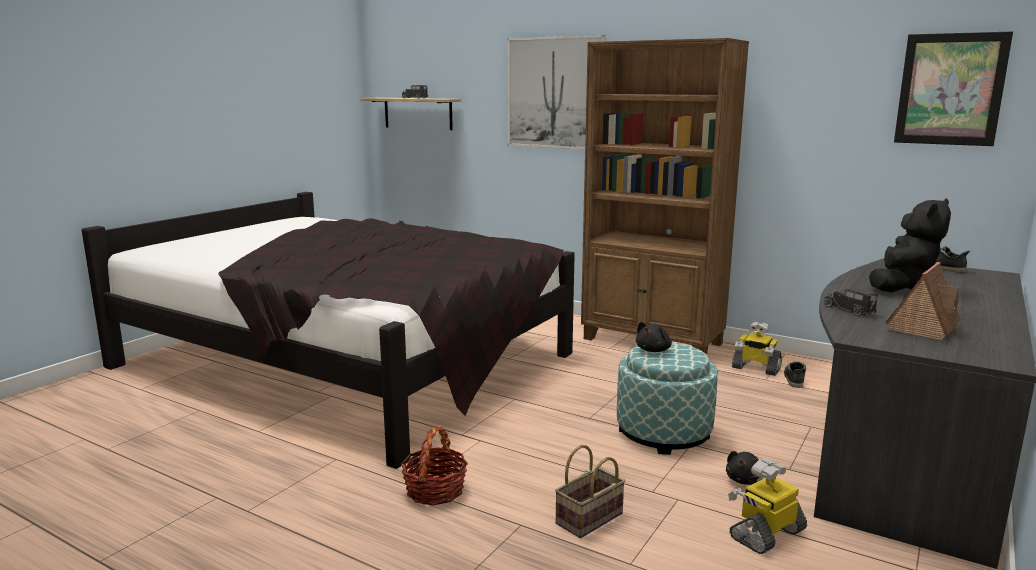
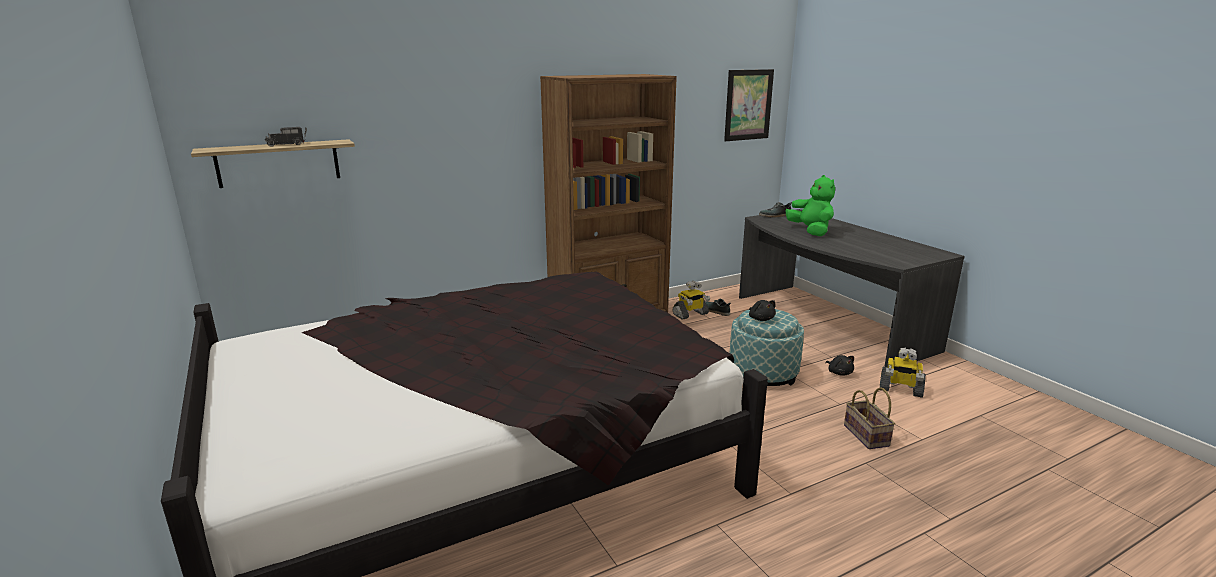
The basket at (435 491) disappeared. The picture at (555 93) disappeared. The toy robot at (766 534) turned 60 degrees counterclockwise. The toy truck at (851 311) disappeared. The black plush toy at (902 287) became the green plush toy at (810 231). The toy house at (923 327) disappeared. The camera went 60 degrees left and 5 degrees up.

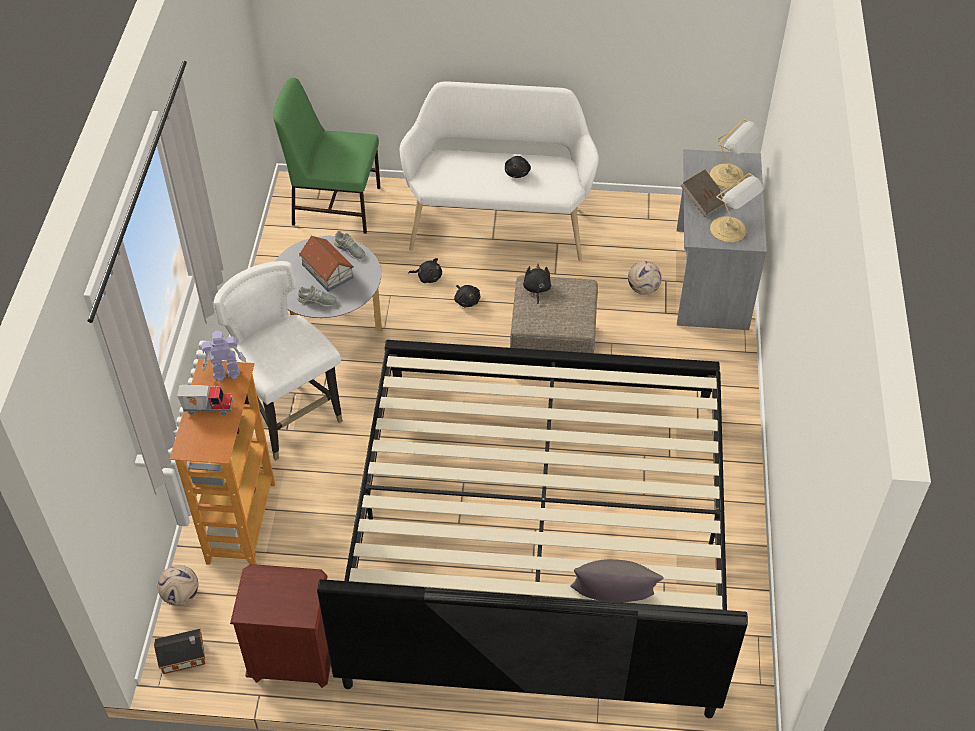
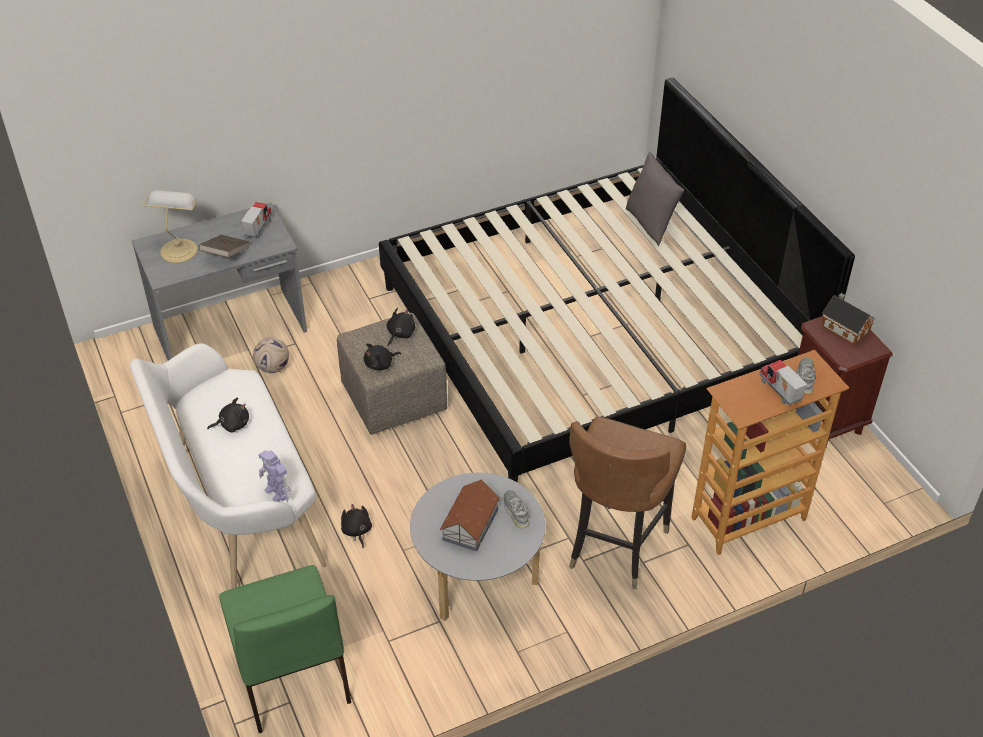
The toy house moved from (184 657) to (844 328). The football at (181 595) disappeared. The toy robot moved from (226 373) to (278 492). The white chair at (291 419) became the brown chair at (615 545). The grey shoe moved from (349 249) to (805 378). The black plush toy moved from (467 300) to (400 334). The table lamp at (730 230) was replaced by the toy truck at (257 228). The camera went 120 degrees left and 5 degrees down.

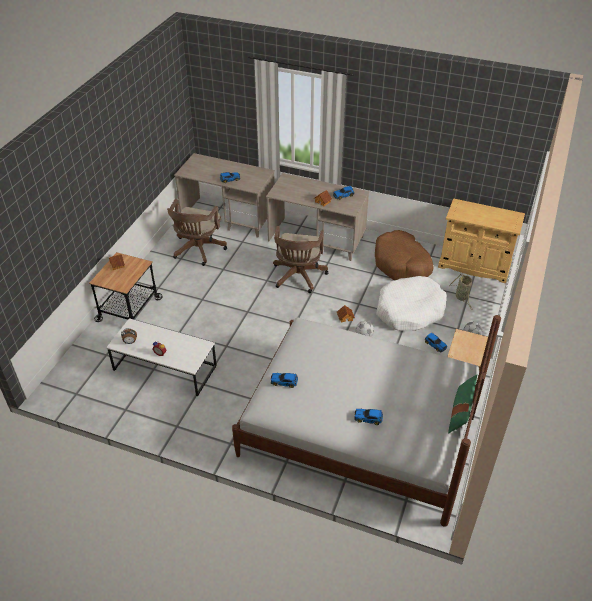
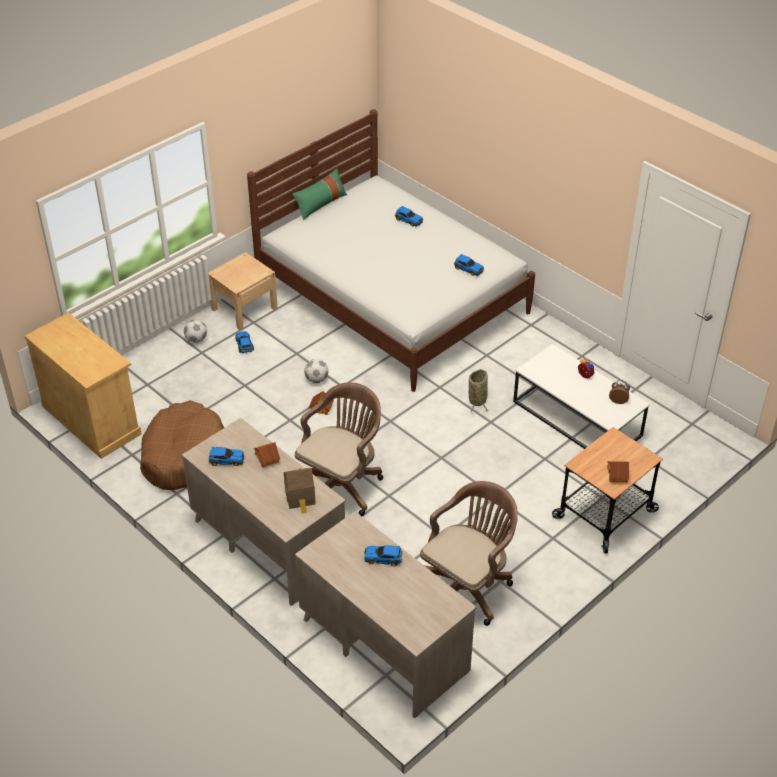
The white dog bed at (409 311) disappeared. The basket moved from (462 297) to (478 399). The toy house at (300 498) appeared. The camera went 155 degrees left and 0 degrees up.

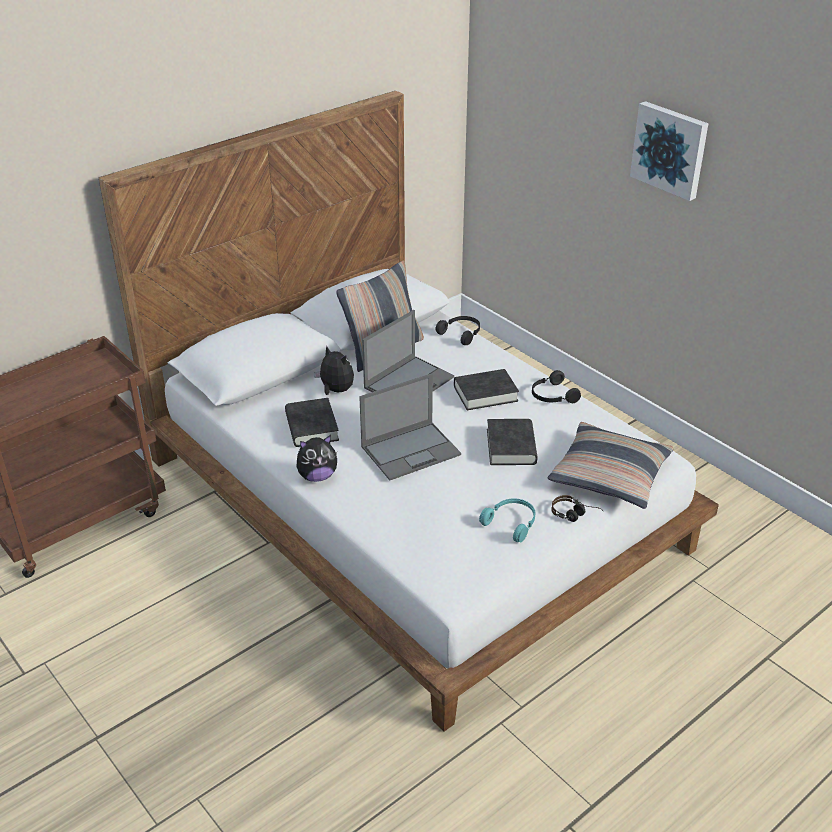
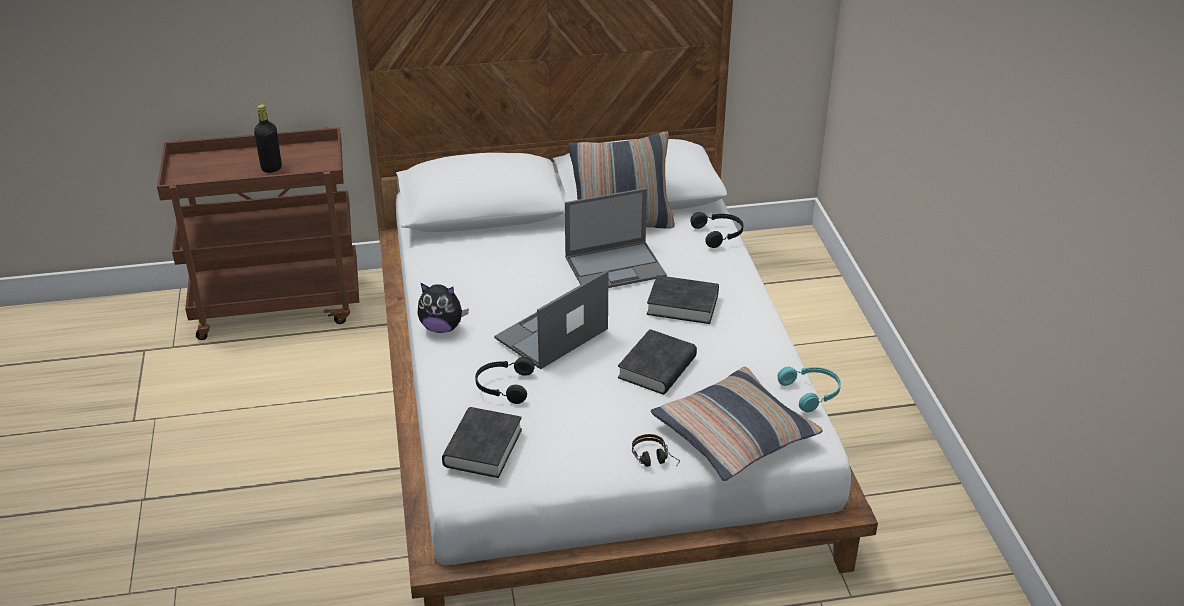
The black book moved from (311 427) to (483 448). The plush toy at (335 390) disappeared. The laptop at (411 450) turned 135 degrees clockwise. The turquoise headphones moved from (511 523) to (812 392). The black headphones moved from (552 396) to (503 386). The picture at (670 149) disappeared. The black bottle at (271 168) appeared. The camera went 30 degrees right and 0 degrees up.

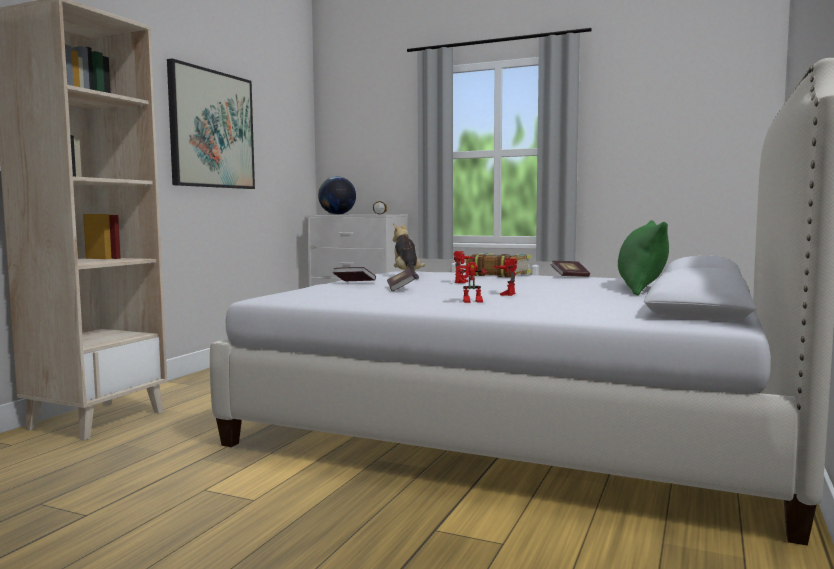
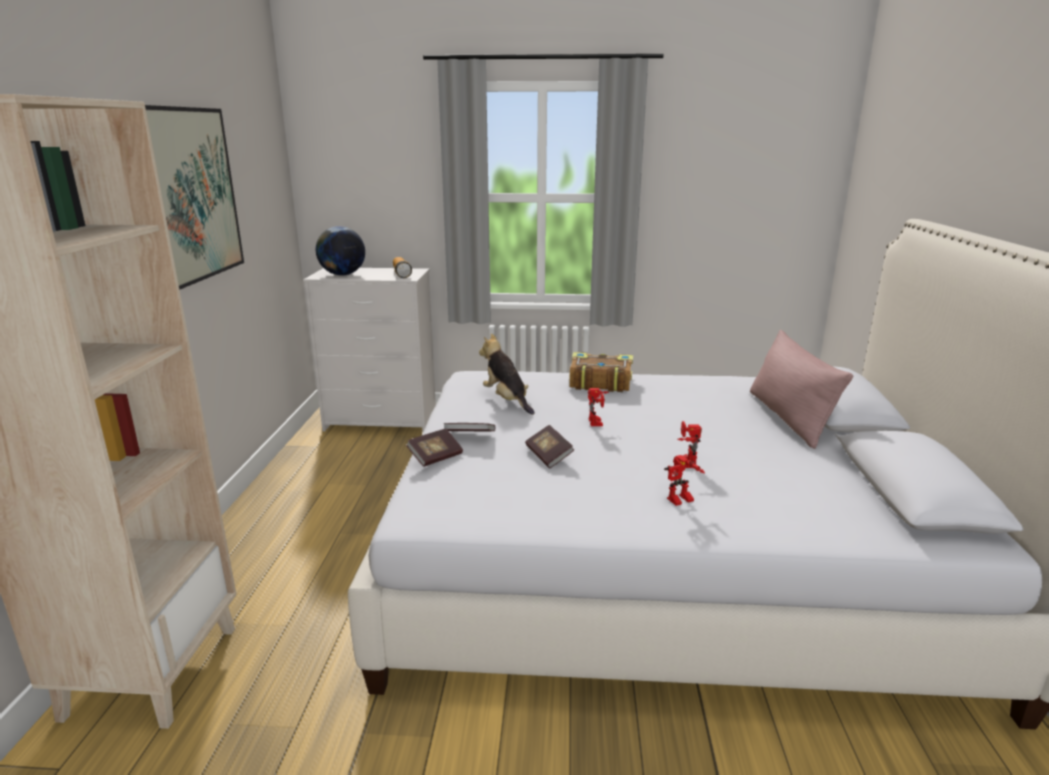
The book moved from (570 276) to (435 457). The green pillow at (641 288) became the pink pillow at (788 417). The camera went 20 degrees left and 15 degrees up.

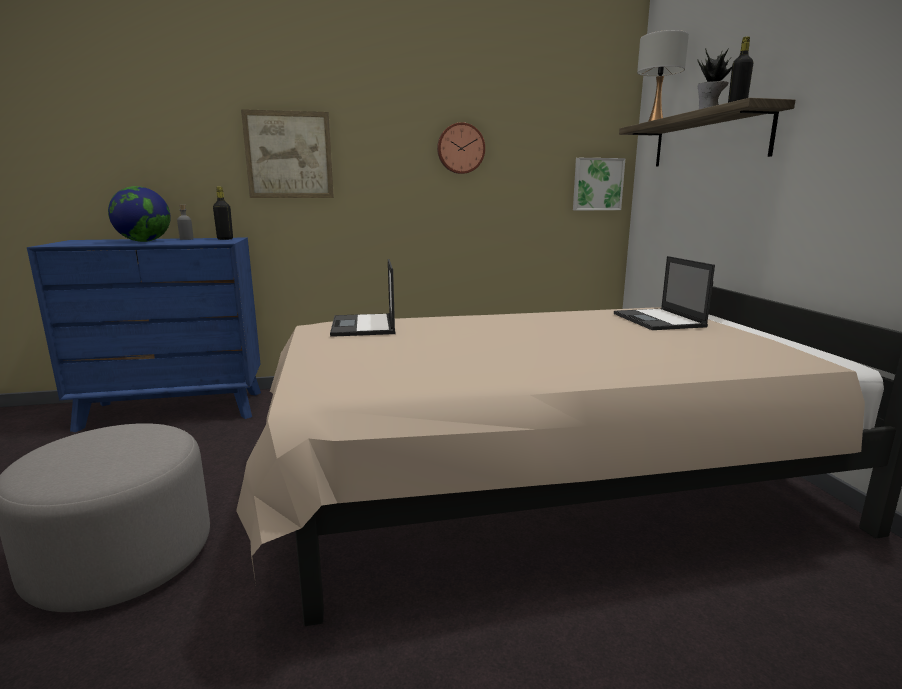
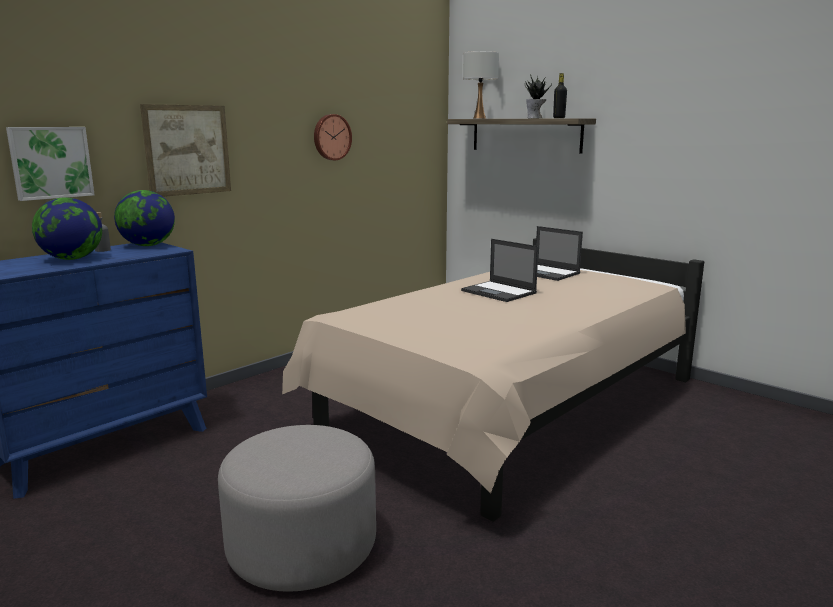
The black bottle at (225 239) was replaced by the globe at (148 245). The laptop moved from (363 326) to (499 292). The picture moved from (597 184) to (50 162). The camera went 35 degrees left and 0 degrees up.

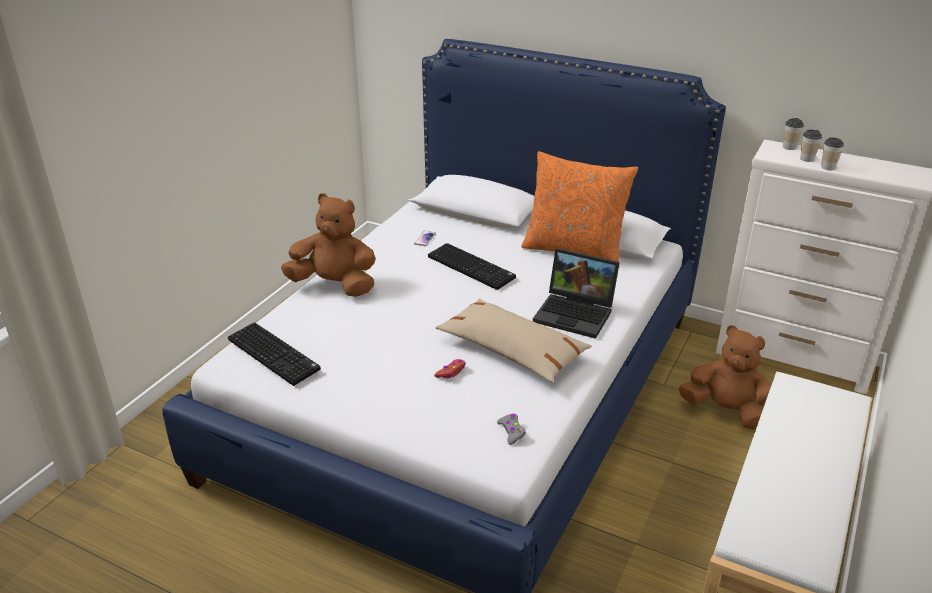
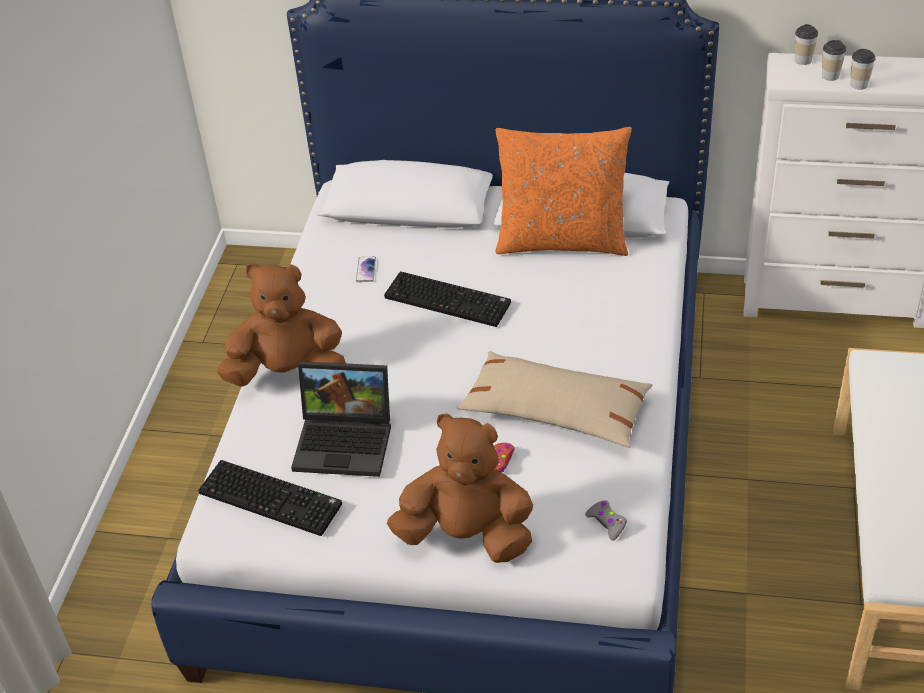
The laptop moved from (576 313) to (347 441). The brown plush toy moved from (726 411) to (467 535). The camera went 15 degrees left and 10 degrees up.

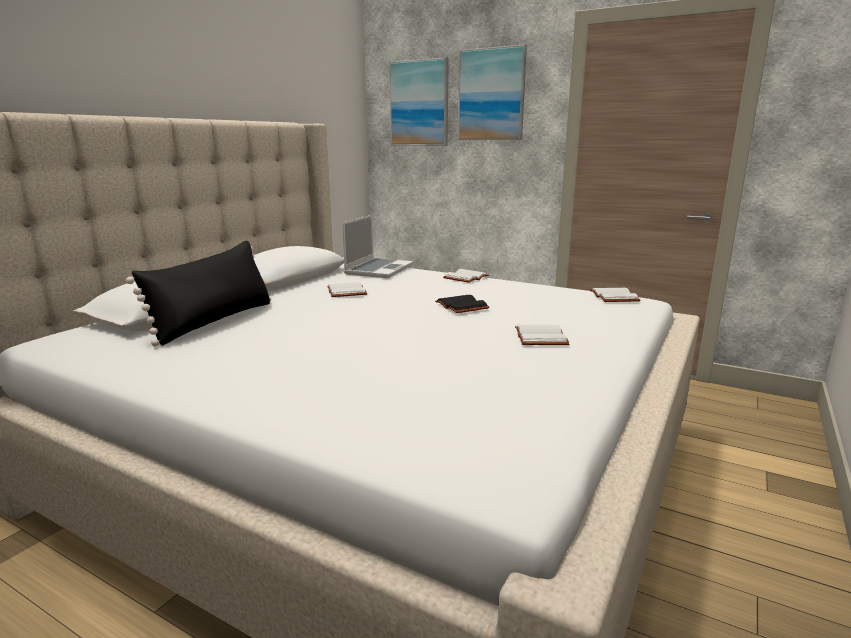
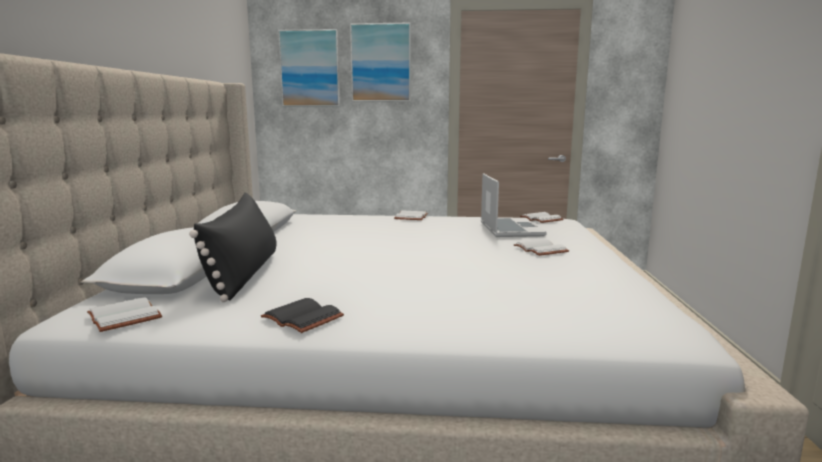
The white book moved from (348 292) to (127 316). The laptop moved from (379 269) to (509 229). The black book moved from (460 306) to (300 318). The camera went 25 degrees left and 5 degrees down.

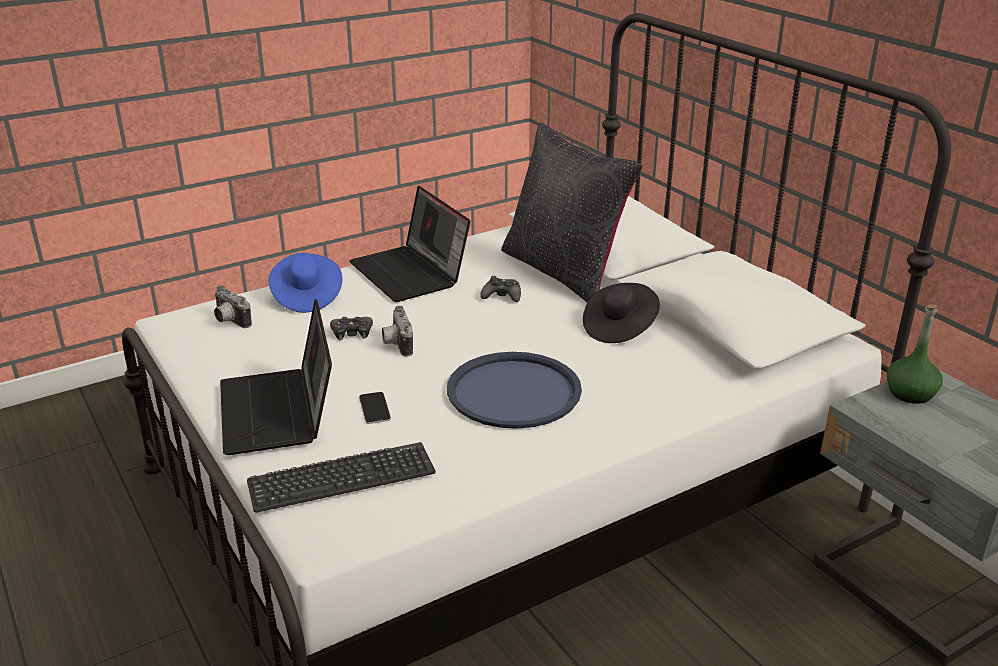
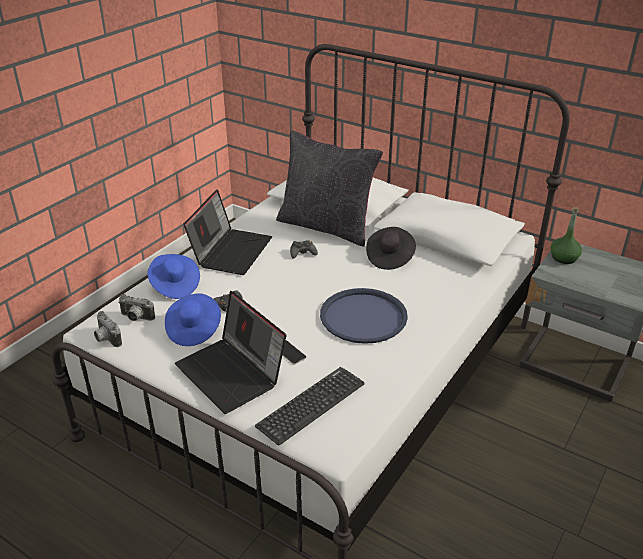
The laptop at (411 273) turned 105 degrees counterclockwise. The photo camera moved from (396 344) to (106 339). The blue hat at (193 330) appeared. The camera went 25 degrees left and 5 degrees up.

